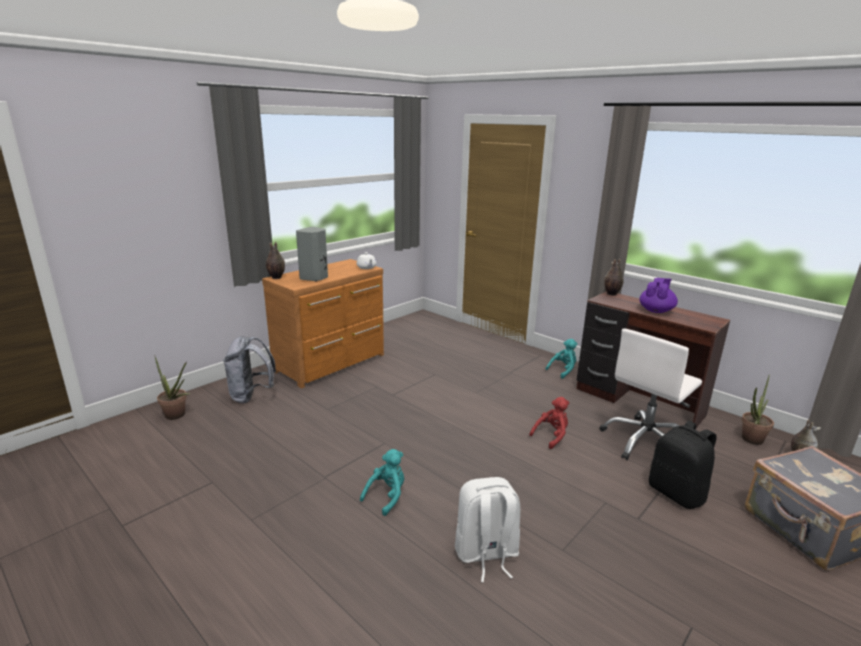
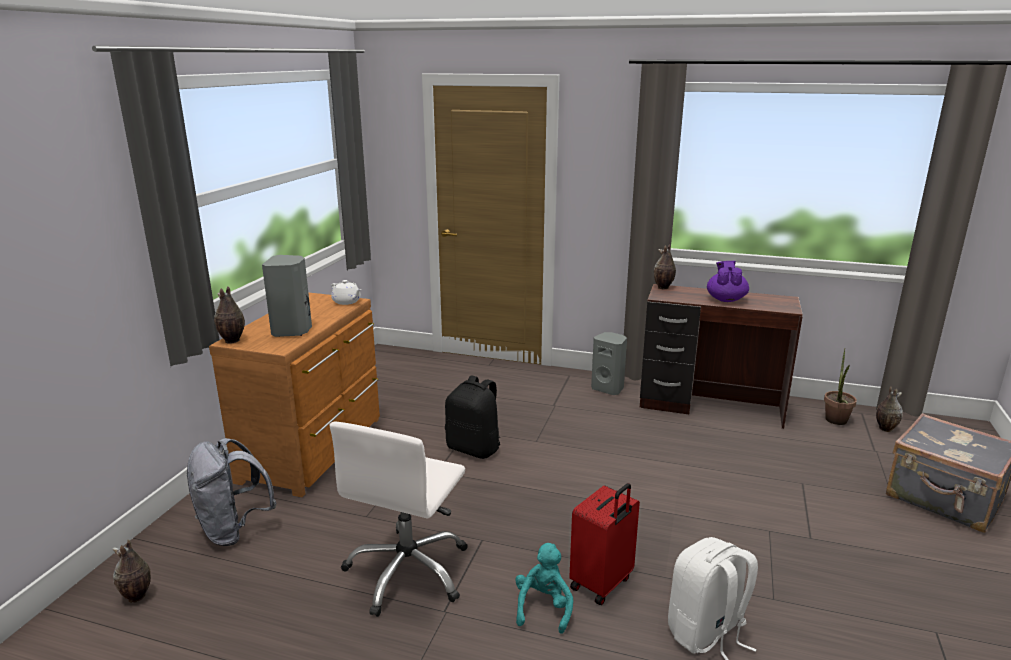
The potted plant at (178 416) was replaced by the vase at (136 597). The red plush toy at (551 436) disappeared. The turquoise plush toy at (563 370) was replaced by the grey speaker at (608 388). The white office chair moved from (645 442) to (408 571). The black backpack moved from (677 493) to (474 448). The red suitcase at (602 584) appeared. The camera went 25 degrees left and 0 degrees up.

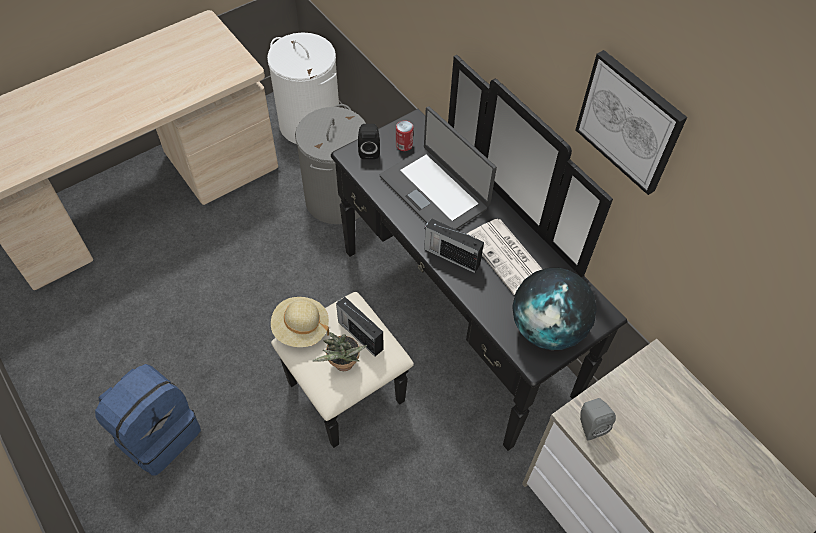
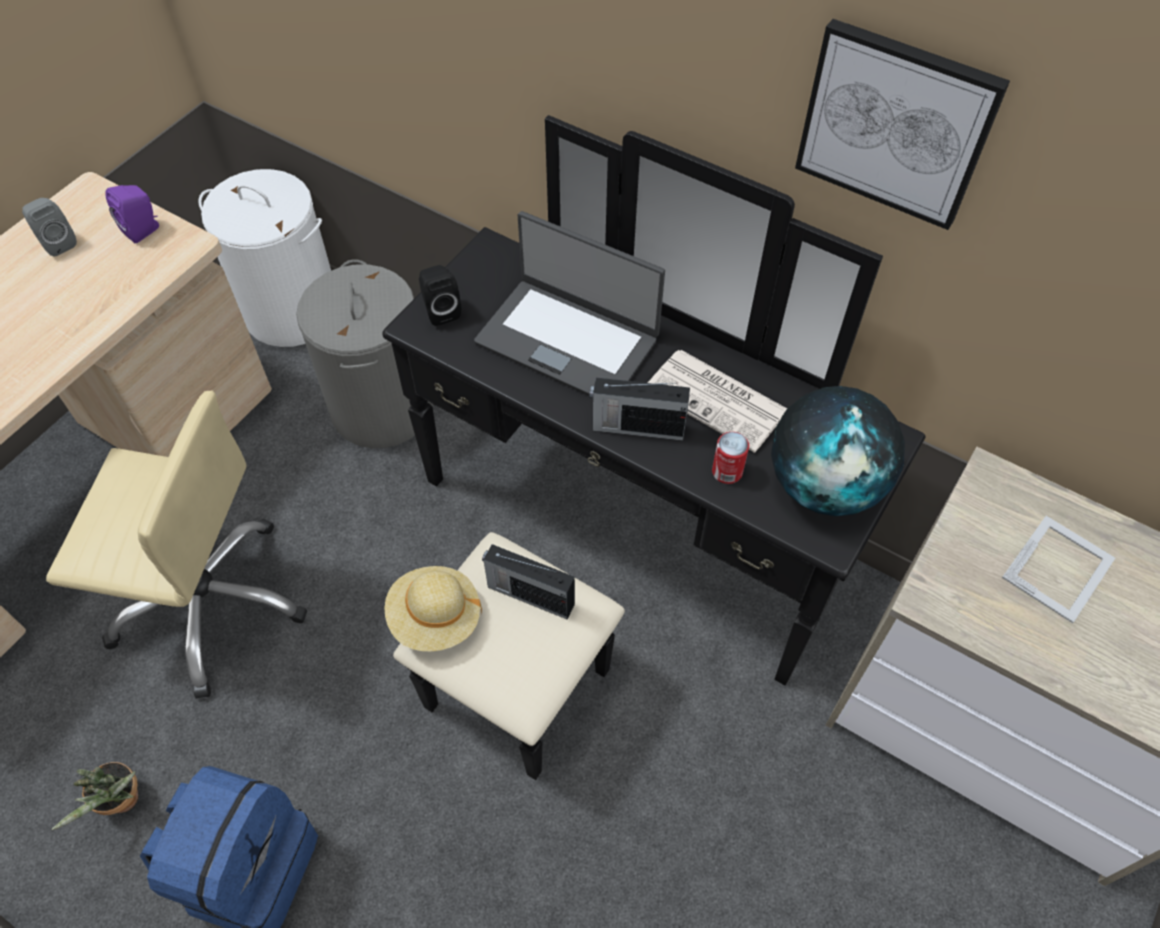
The potted plant moved from (343 365) to (123 803). The can moved from (404 145) to (727 471). The grey speaker moved from (589 425) to (57 242). The beige office chair at (210 602) appeared. The purple speaker at (144 230) appeared. The picture frame at (1059 568) appeared. The camera went 20 degrees left and 0 degrees up.

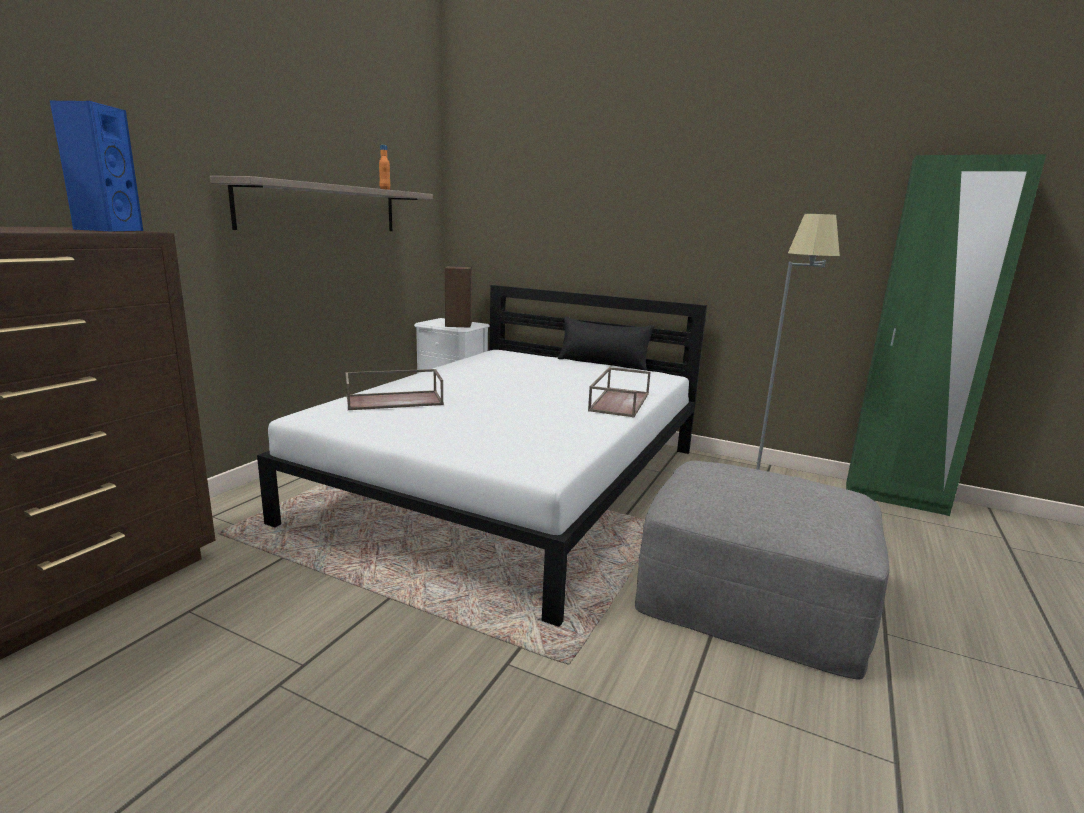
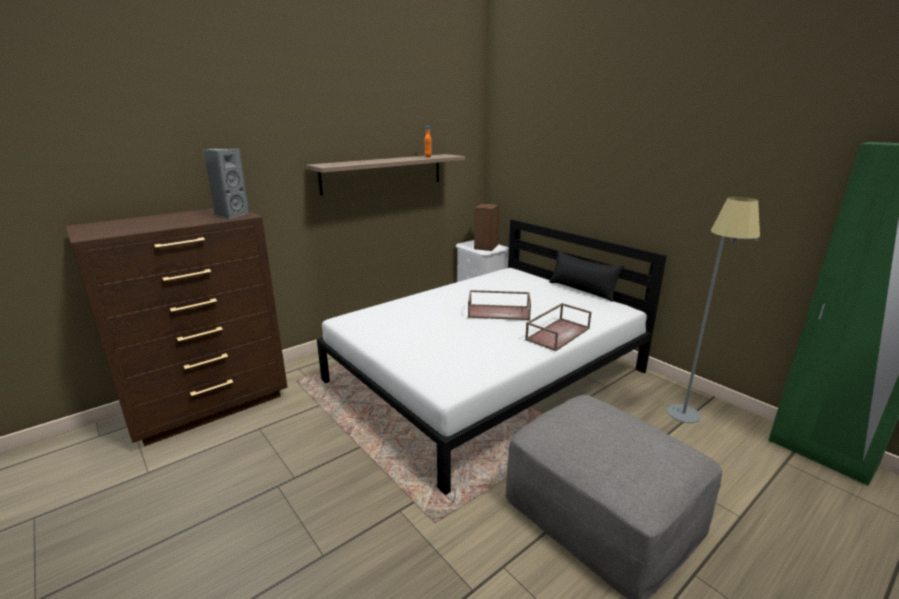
The blue speaker at (107 230) became the grey speaker at (231 215). The brown tray moved from (395 400) to (499 312). The camera went 25 degrees right and 5 degrees up.

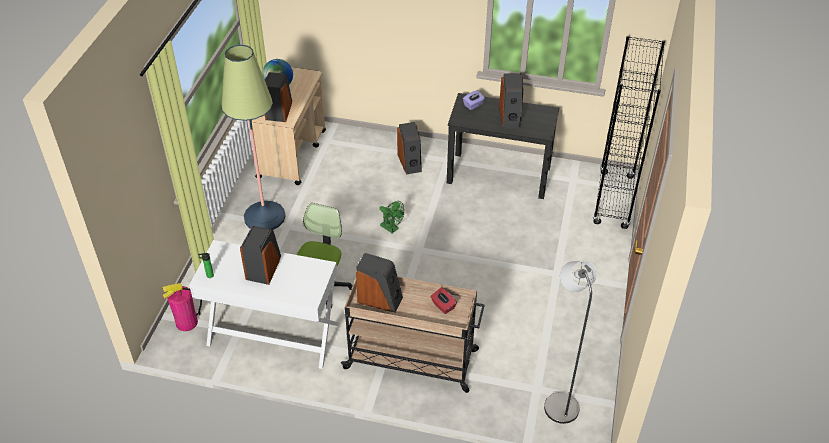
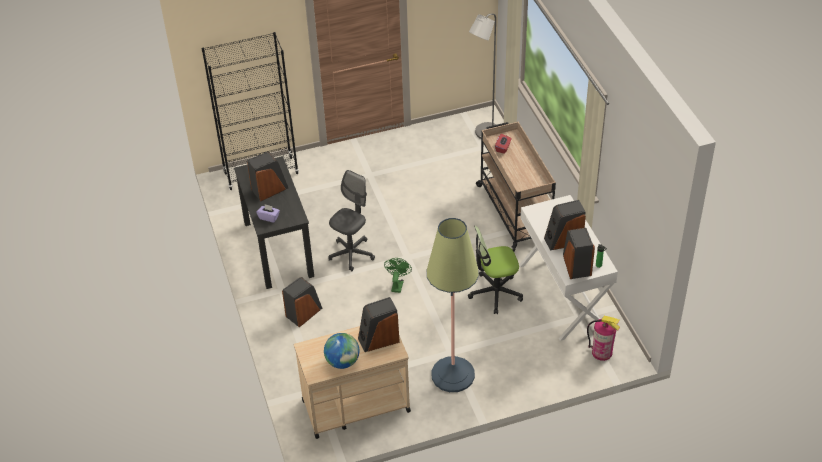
The speaker moved from (380 299) to (576 265). The grey office chair at (351 254) appeared. The camera went 120 degrees left and 0 degrees up.

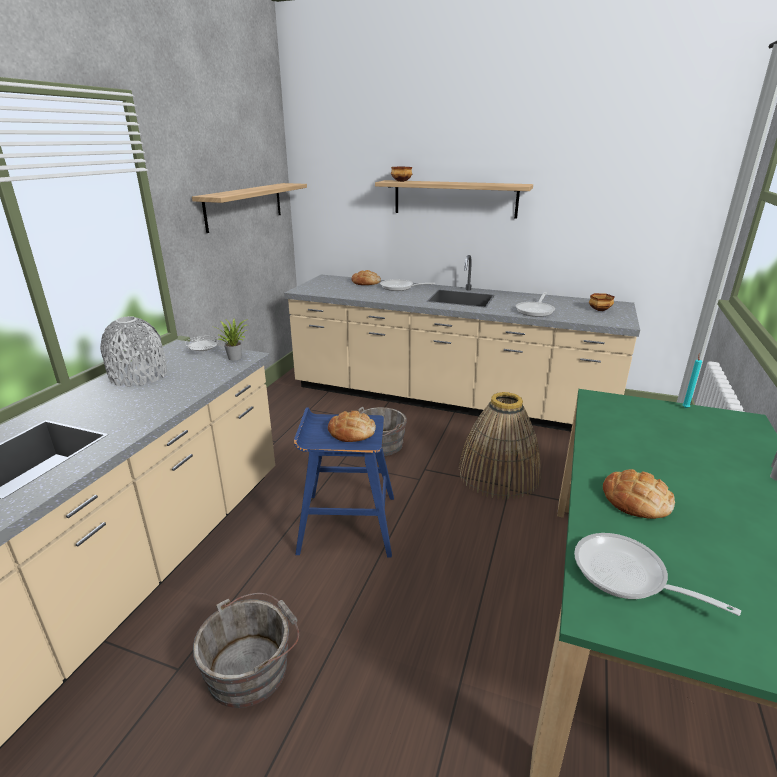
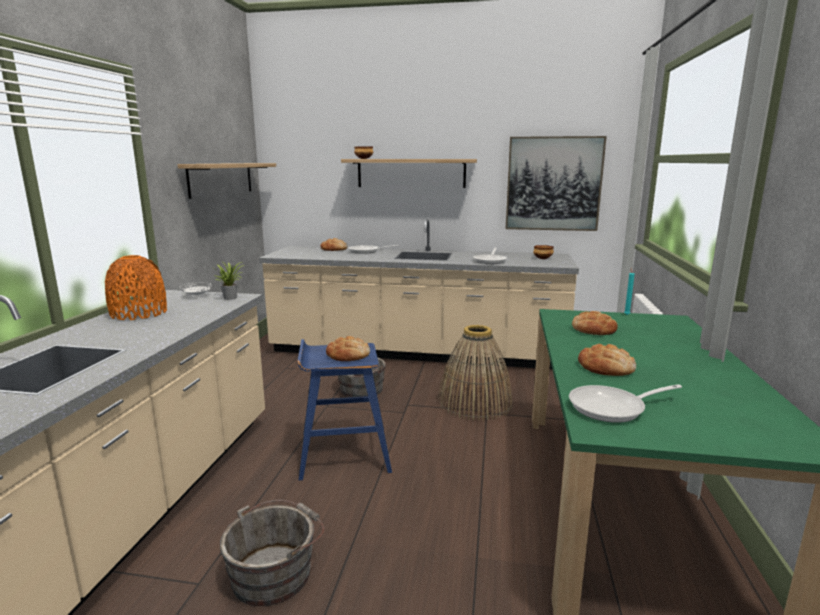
The grey vase at (138 376) became the orange vase at (139 313). The frying pan at (627 576) turned 45 degrees counterclockwise. The picture at (553 184) appeared. The bread at (593 329) appeared. The camera went 10 degrees left and 10 degrees down.

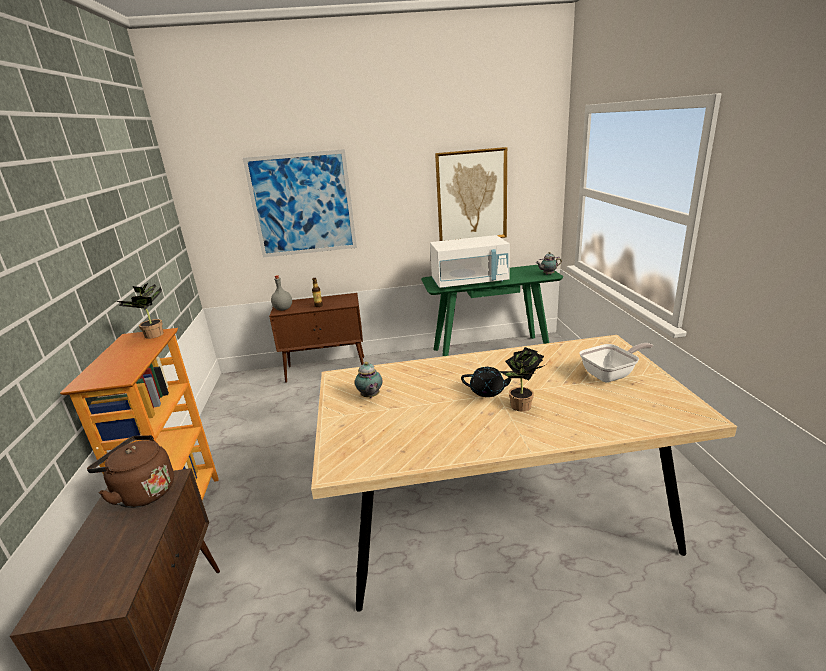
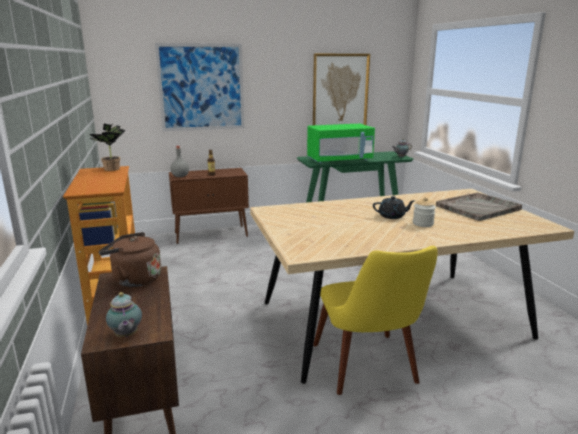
The teapot moved from (370 397) to (126 336). The white microwave at (470 282) became the green microwave at (339 160). The potted plant at (522 407) was replaced by the jar at (423 224). The frying pan at (611 374) was replaced by the grey tray at (478 208). The yellow chair at (370 371) appeared. The camera went 10 degrees left and 5 degrees down.

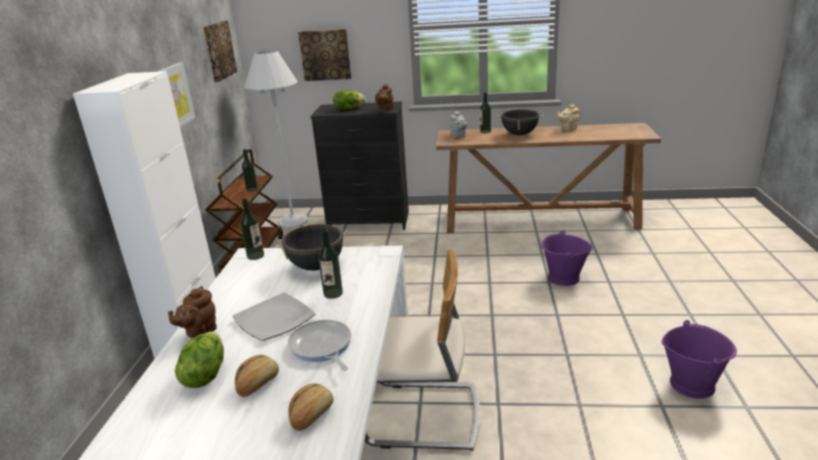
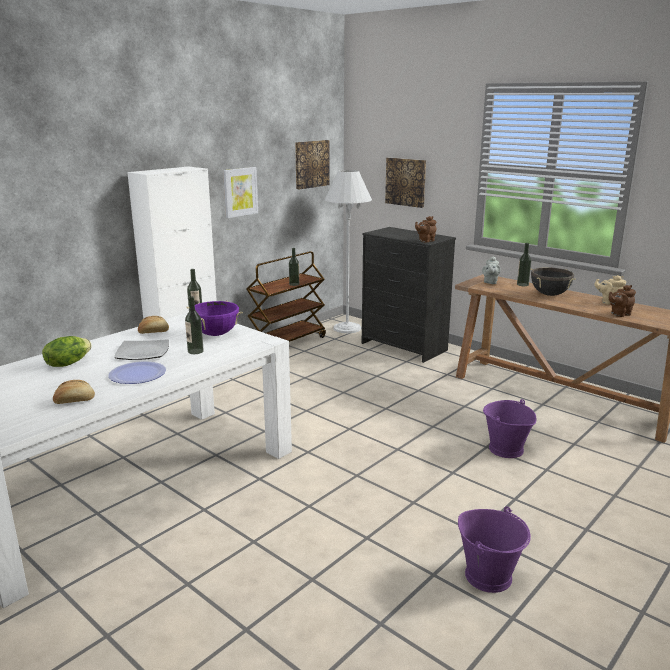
The brown teapot moved from (199 332) to (619 314). The bread moved from (257 383) to (153 332). The black cooking pot at (316 266) became the purple cooking pot at (215 334). The frying pan at (322 347) was replaced by the plate at (137 374). The lettuce at (349 108) disappeared. The beige chair at (422 416) disappeared. The camera went 35 degrees right and 5 degrees down.

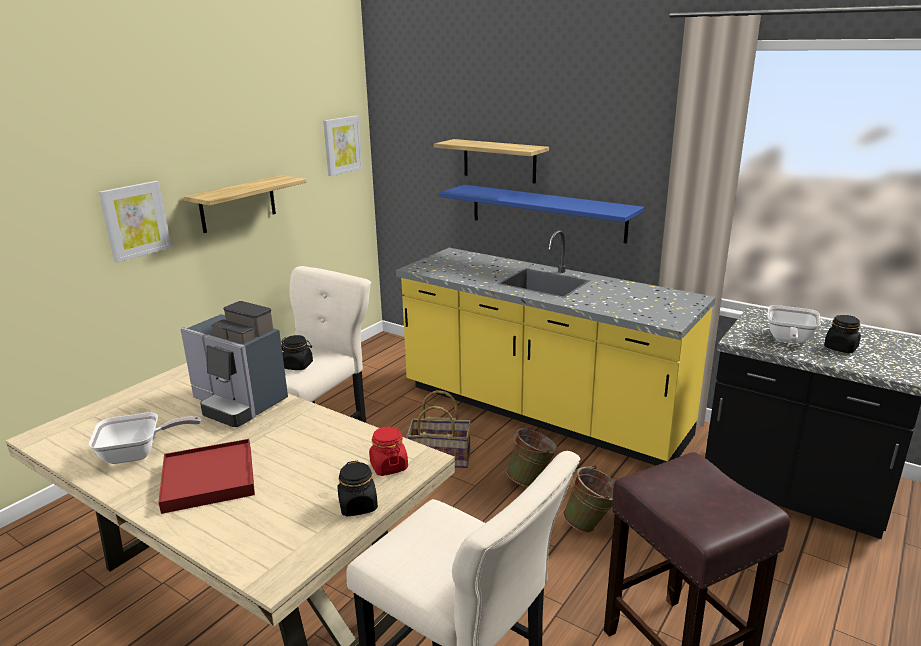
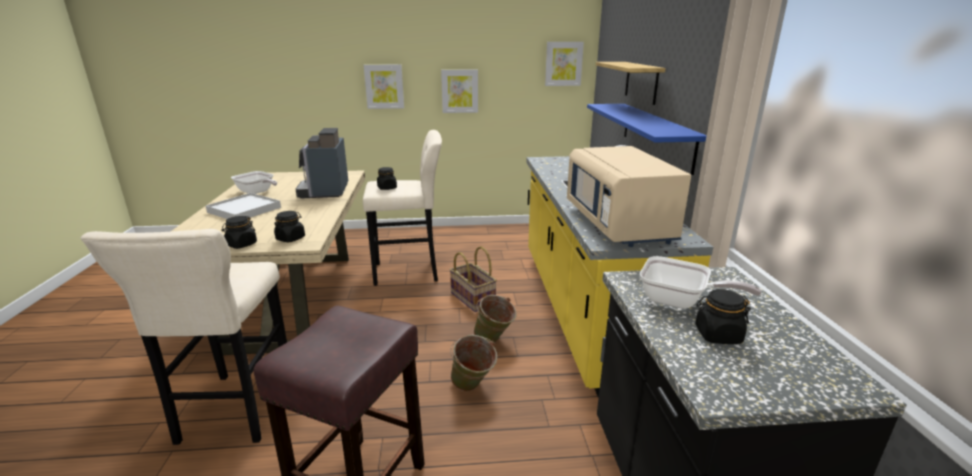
The red tray at (208 479) became the white tray at (244 210). The shelf at (238 204) was replaced by the picture at (459 91). The red jar at (388 466) became the black jar at (290 238). The frying pan at (788 340) turned 135 degrees counterclockwise. The beige microwave at (619 225) appeared. The camera went 50 degrees right and 0 degrees up.

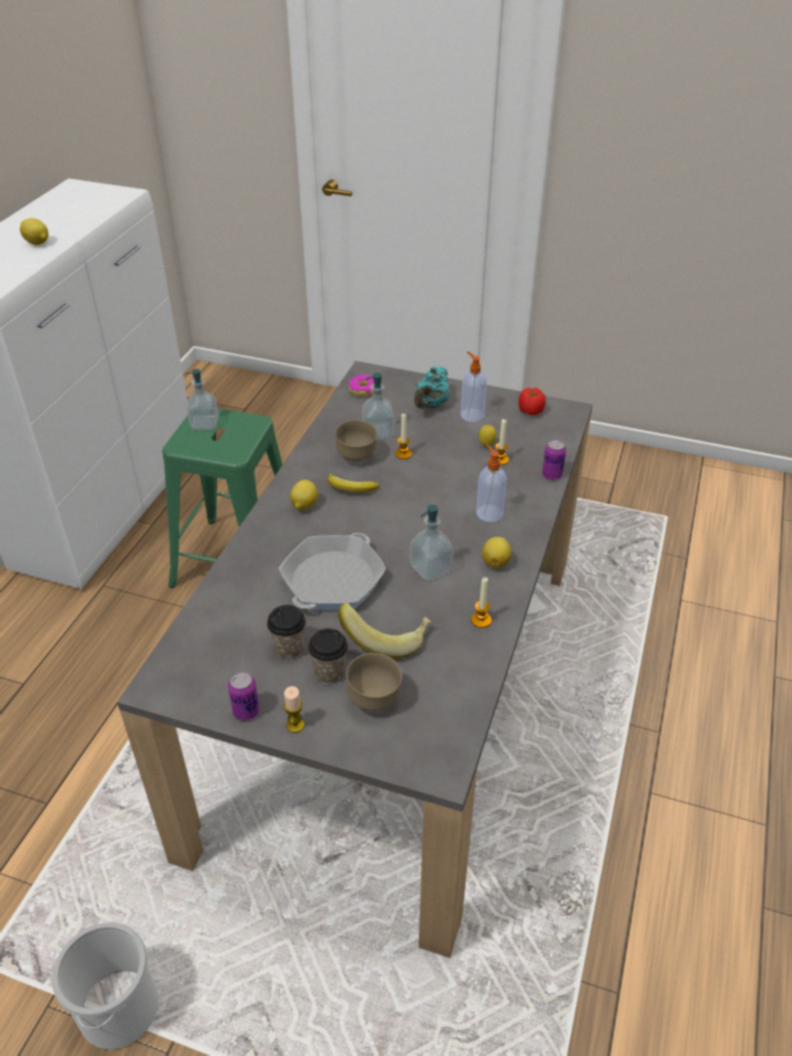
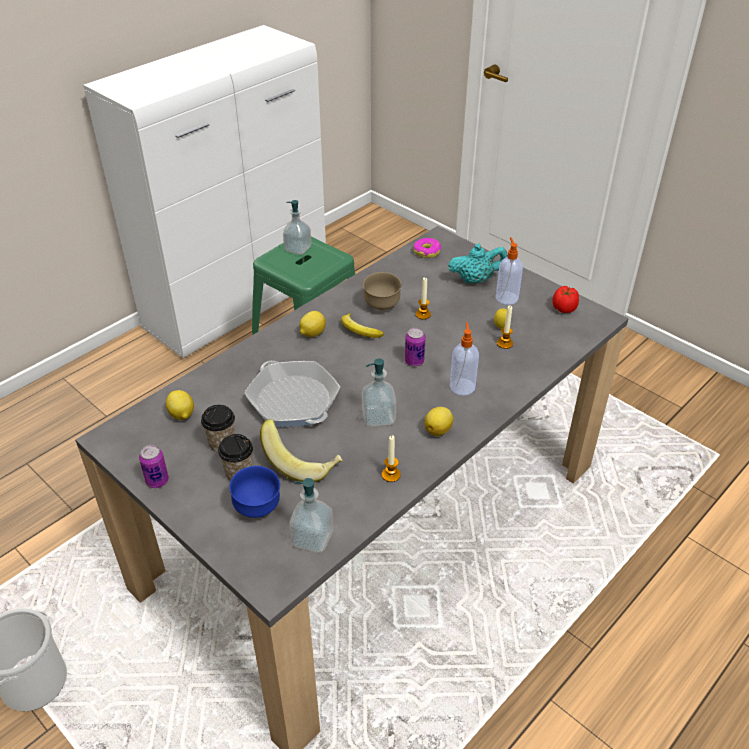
The lemon moved from (37 243) to (181 415). The frying pan at (333 580) turned 90 degrees clockwise. The candle at (295 725) disappeared. The brown bowl at (374 700) became the blue bowl at (258 509). The soap dispenser moved from (378 433) to (312 538). The turquoise teapot at (431 405) turned 150 degrees counterclockwise. The can moved from (552 475) to (414 361). The camera went 25 degrees right and 0 degrees up.

